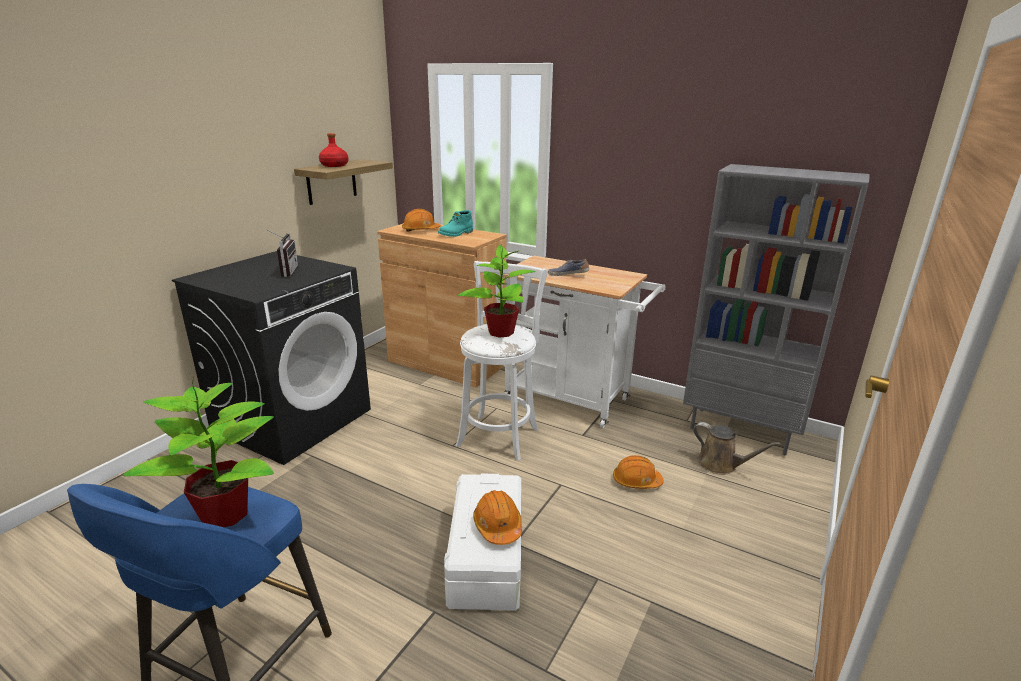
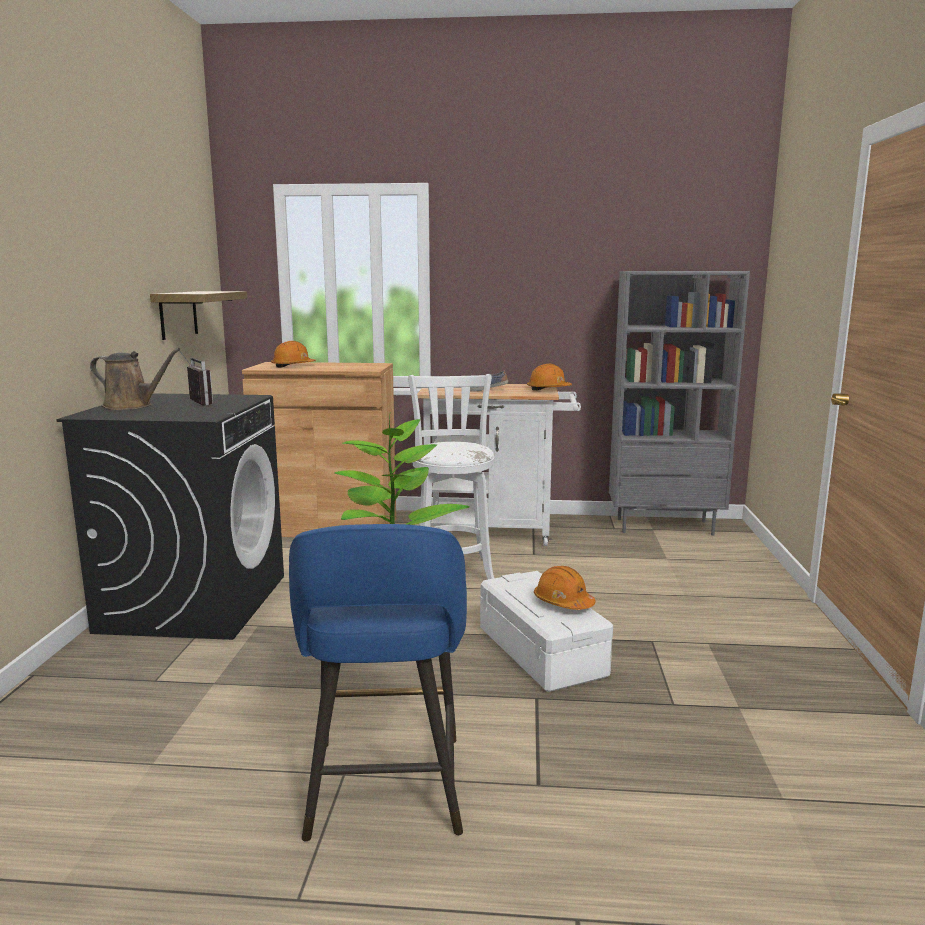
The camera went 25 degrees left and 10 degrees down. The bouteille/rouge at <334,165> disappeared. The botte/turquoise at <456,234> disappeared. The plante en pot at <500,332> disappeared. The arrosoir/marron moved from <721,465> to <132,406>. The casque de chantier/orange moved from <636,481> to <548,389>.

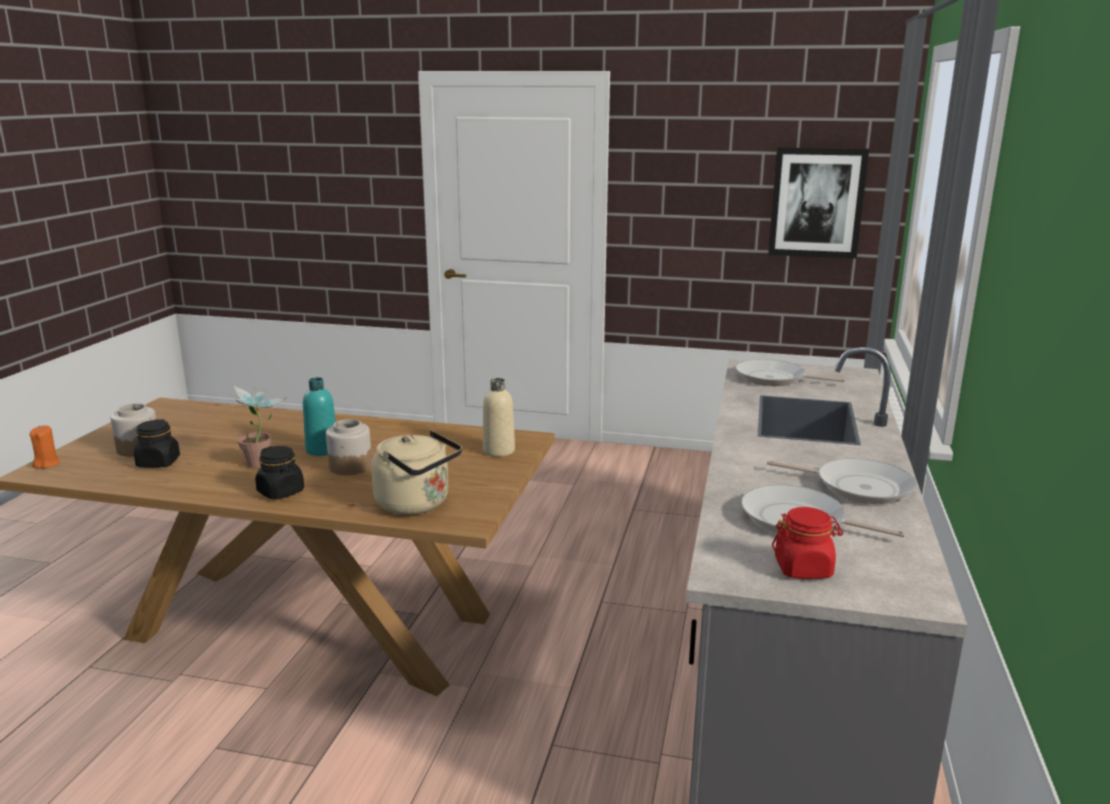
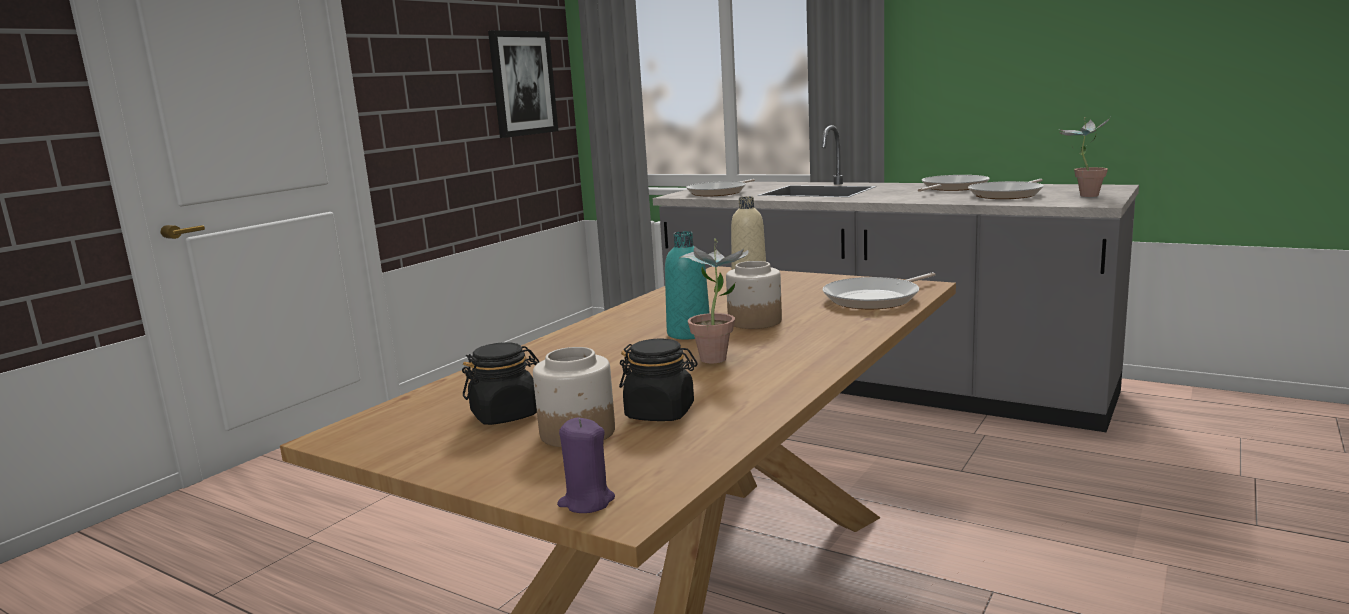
The camera went 70 degrees left and 5 degrees down. The bougie/orange at <47,464> became the bougie/violet at <586,502>. The bouilloire/beige at <417,504> was replaced by the poêle at <875,299>. The bocal/noir moved from <281,492> to <505,415>. The bocal/rouge at <803,568> was replaced by the plante en pot at <1081,195>.

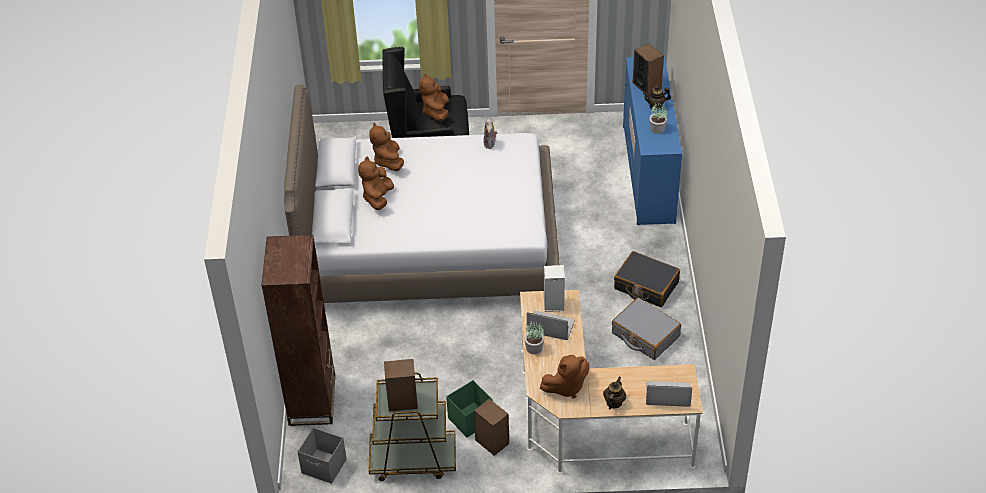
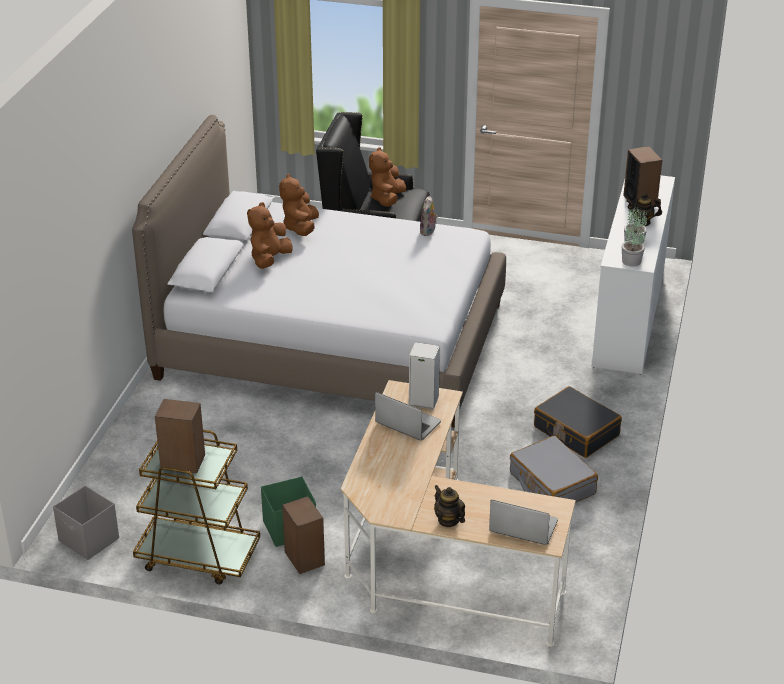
The camera went 15 degrees right and 10 degrees down. The commode/bleu at <648,174> became the commode/blanc at <628,318>. The bibliothèque/marron at <312,400> disappeared. The plante en pot moved from <534,348> to <631,261>. The peluche/marron at <566,387> disappeared. The théière at <614,403> turned 75 degrees counterclockwise.

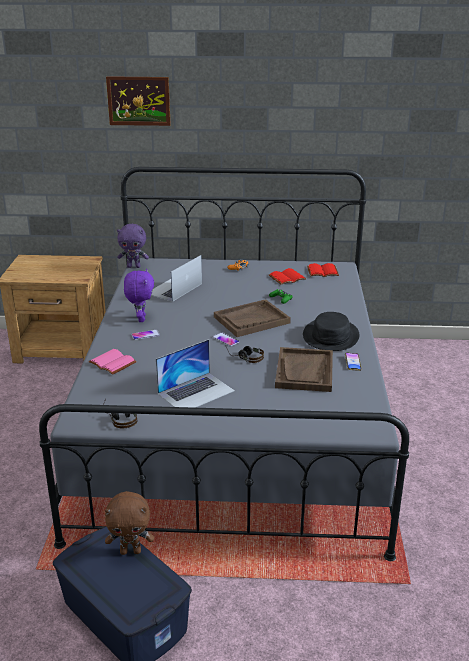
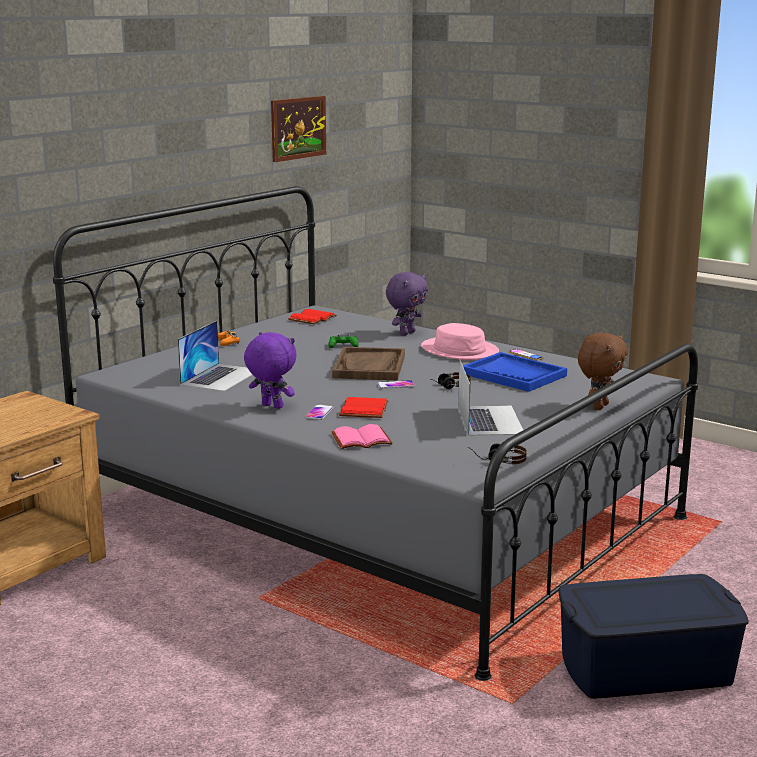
The camera went 55 degrees left and 10 degrees down. The tableau moved from <138,101> to <298,128>. The peluche/violet moved from <134,266> to <406,333>. The ordinateur portable at <174,288> turned 135 degrees counterclockwise. The livre/rouge moved from <287,277> to <362,409>. The chapeau/noir at <331,336> became the chapeau/rose at <460,350>. The plateau/marron at <304,371> became the plateau/bleu at <514,375>. The peluche/marron moved from <131,551> to <599,406>.

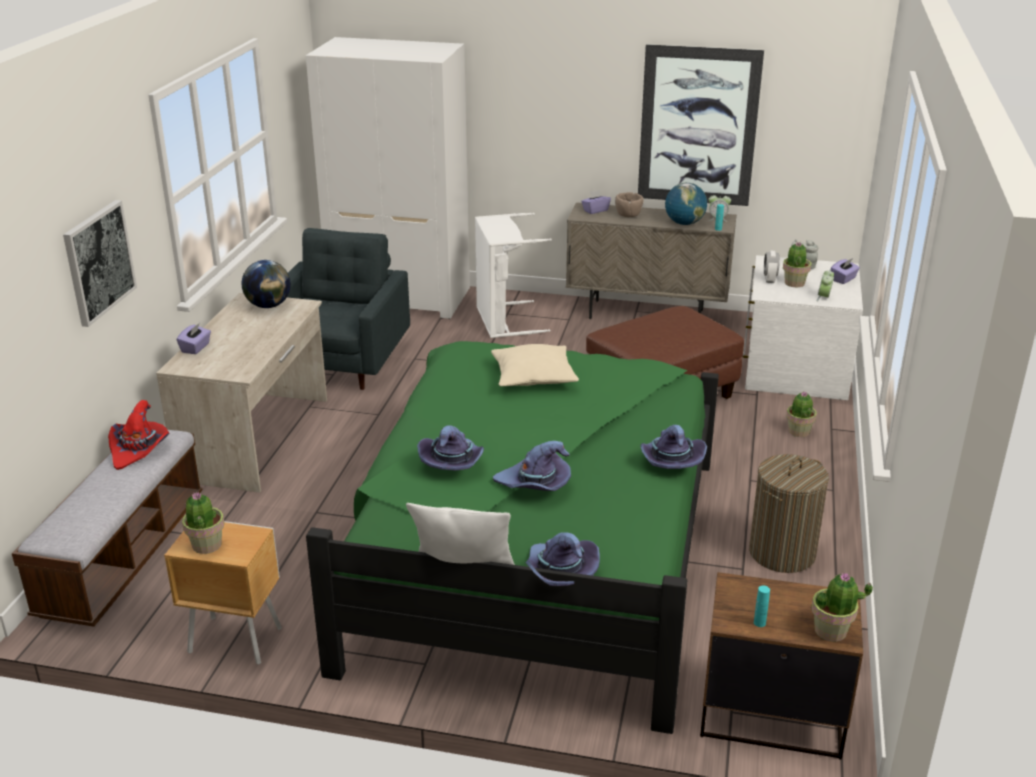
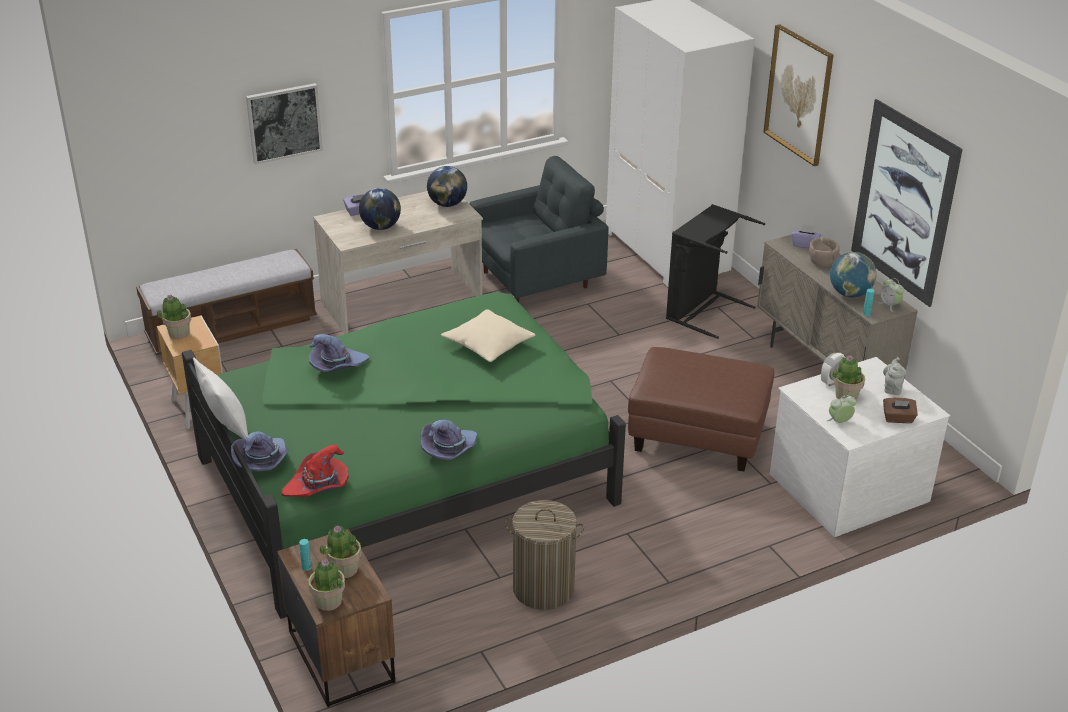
The camera went 50 degrees right and 5 degrees up. The panier à linge/blanc at <503,321> became the panier à linge/noir at <702,310>. The boîte à mouchoirs/violet at <843,279> became the boîte à mouchoirs/marron at <898,419>. The plante en pot moved from <798,432> to <344,569>. The chapeau/rouge moved from <139,449> to <318,486>. The chapeau/violet at <535,484> disappeared. The tableau at <799,94> appeared. The globe at <381,227> appeared.

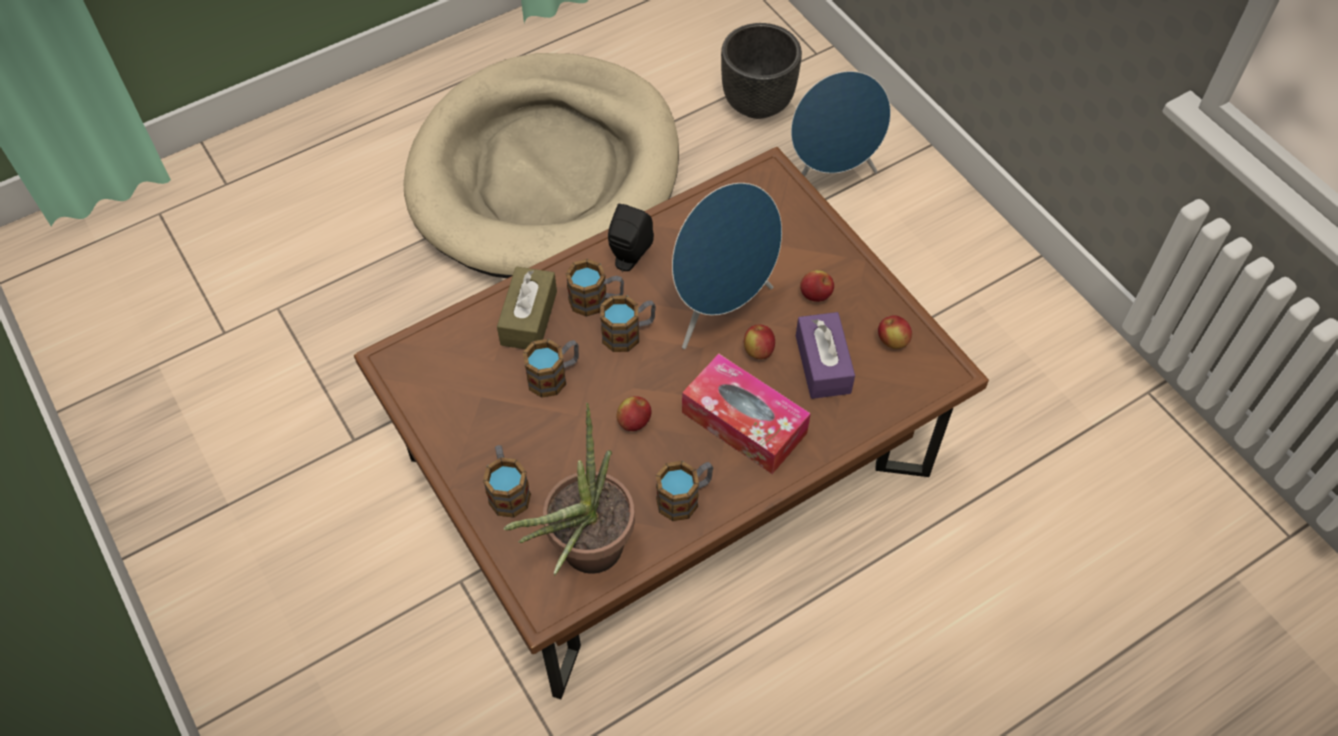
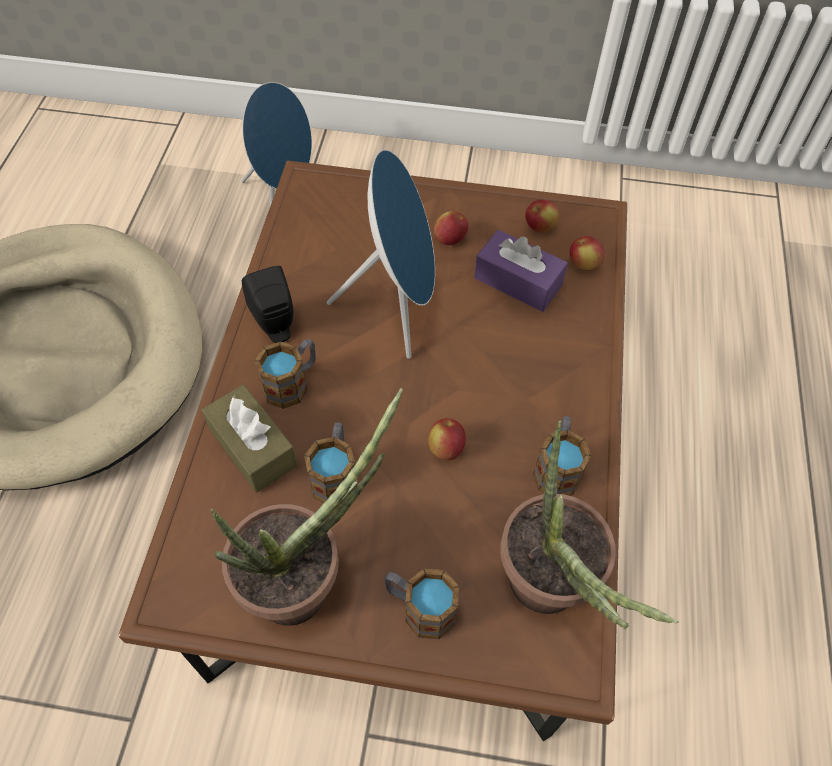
The camera went 50 degrees left and 0 degrees up. The cache-pot/noir at <758,102> disappeared. The mug at <629,333> disappeared. The pomme moved from <758,351> to <583,265>. The boîte à mouchoirs at <744,423> disappeared. The plante en pot at <307,581> appeared.

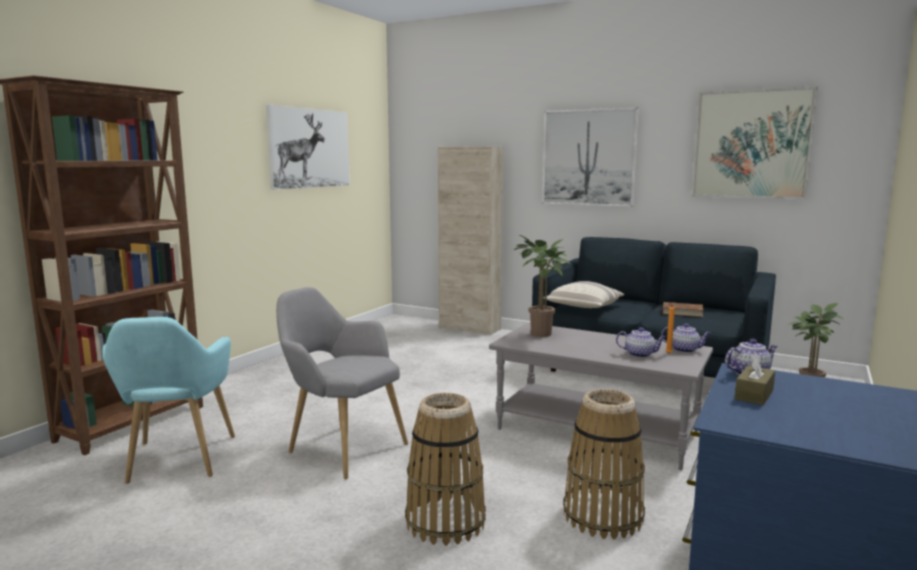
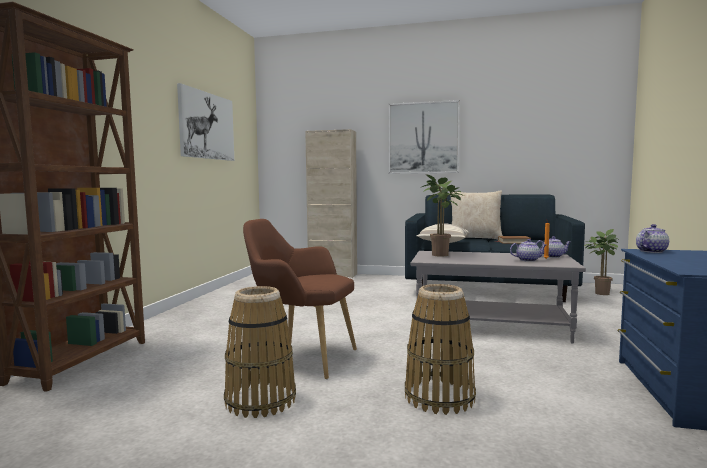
The camera went 15 degrees left and 5 degrees down. The tableau at <751,144> disappeared. The fauteuil/gris at <341,447> became the fauteuil/marron at <301,358>. The fauteuil/turquoise at <177,463> disappeared. The boîte à mouchoirs/marron at <754,394> disappeared. The panier moved from <602,516> to <260,400>. The coussin/beige at <475,238> appeared.

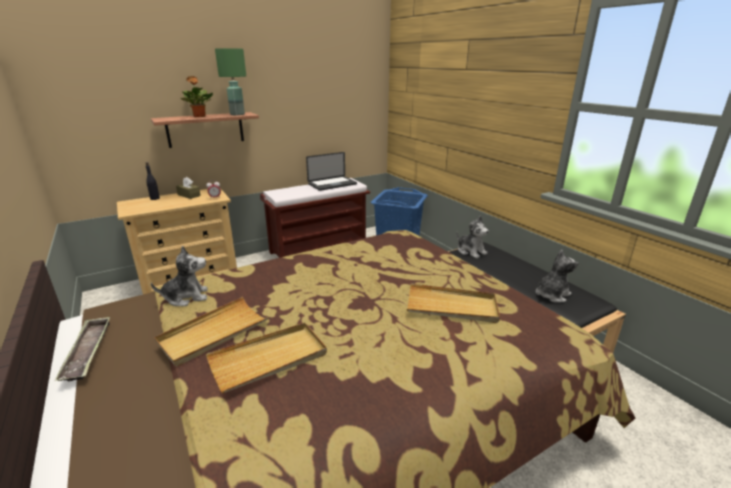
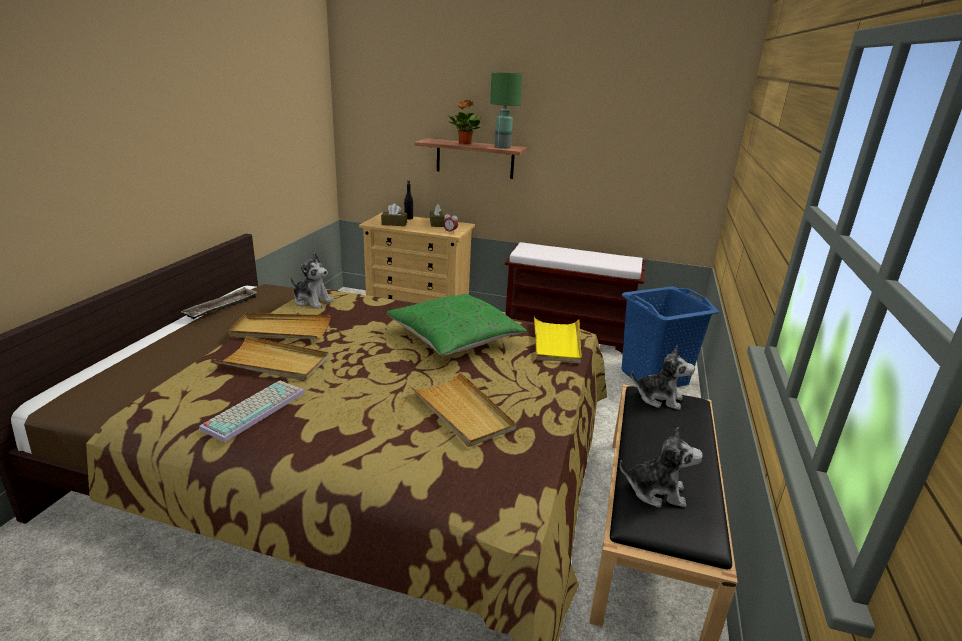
The camera went 45 degrees right and 0 degrees up. The ordinateur portable at <332,184> disappeared. The peluche at <471,251> turned 75 degrees counterclockwise. The boîte à mouchoirs/marron at <394,224> appeared. The coussin/vert at <454,338> appeared. The plateau/jaune at <556,342> appeared. The clavier at <254,409> appeared.

